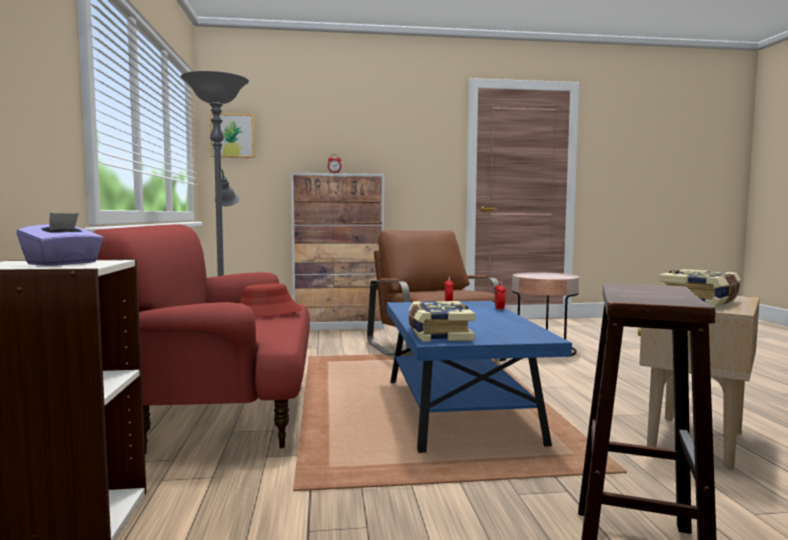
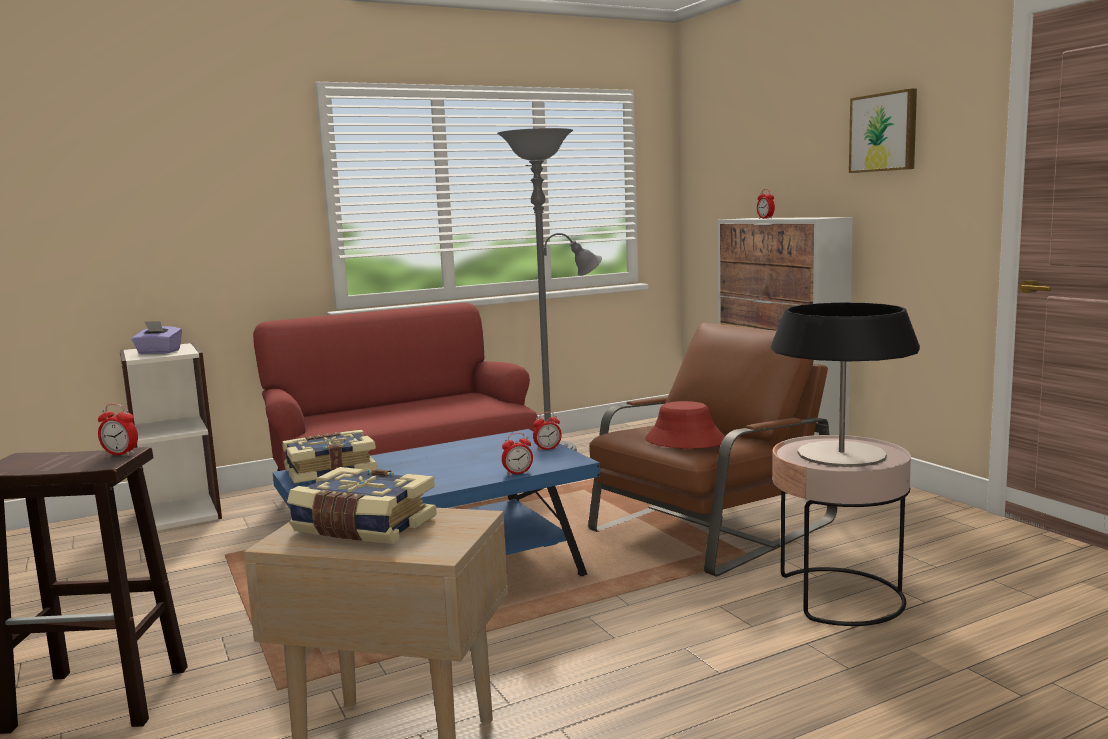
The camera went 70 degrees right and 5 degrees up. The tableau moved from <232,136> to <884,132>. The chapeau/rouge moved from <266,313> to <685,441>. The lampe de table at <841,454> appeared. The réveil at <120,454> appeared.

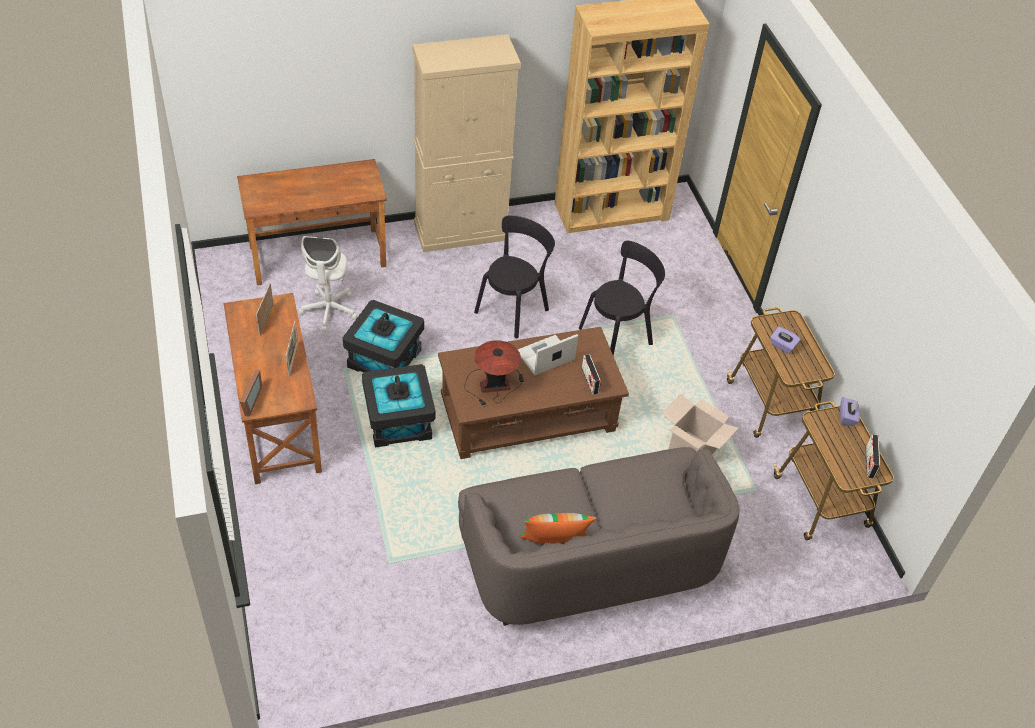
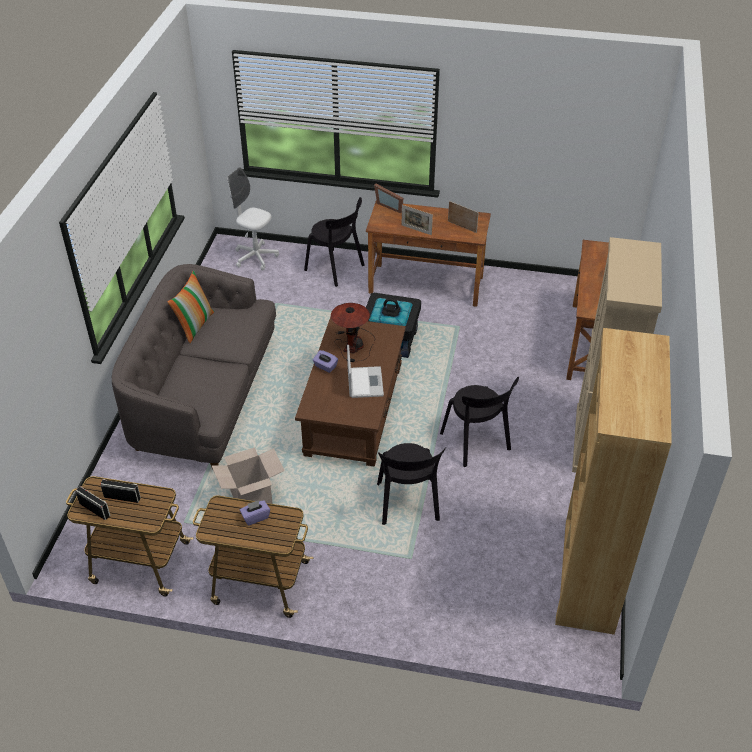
The camera went 120 degrees right and 5 degrees down. The chaise de bureau/blanc moved from <329,310> to <255,257>. The boîte de rangement/noir at <384,358> disappeared. The radio moved from <590,380> to <122,497>. The boîte à mouchoirs/violet moved from <847,417> to <325,366>. The chaise/noir at <336,269> appeared.

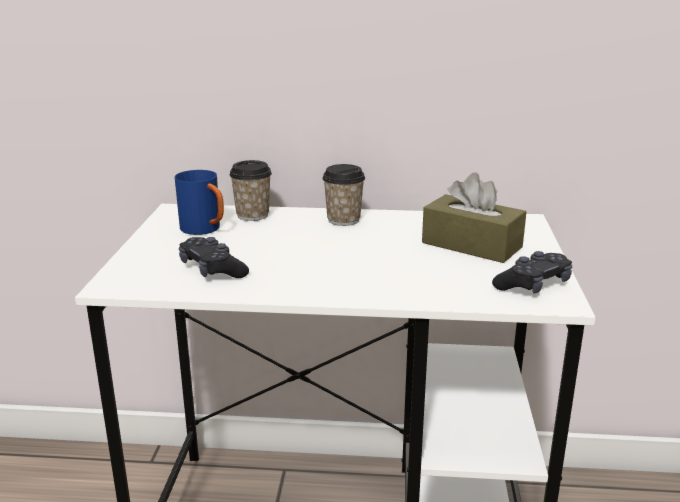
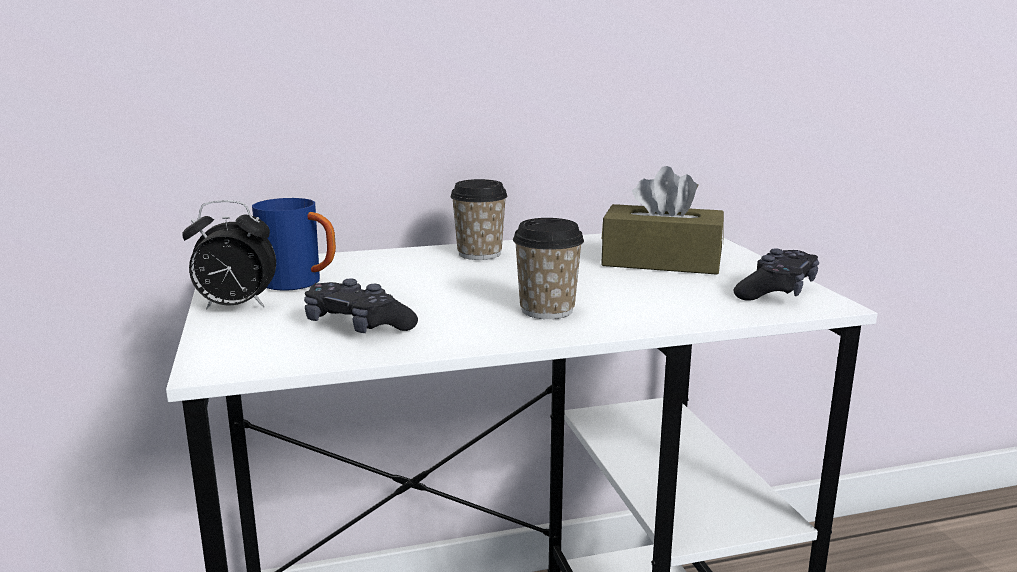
The camera went 20 degrees left and 5 degrees down. The tasse moved from <252,215> to <547,310>. The réveil at <235,307> appeared.

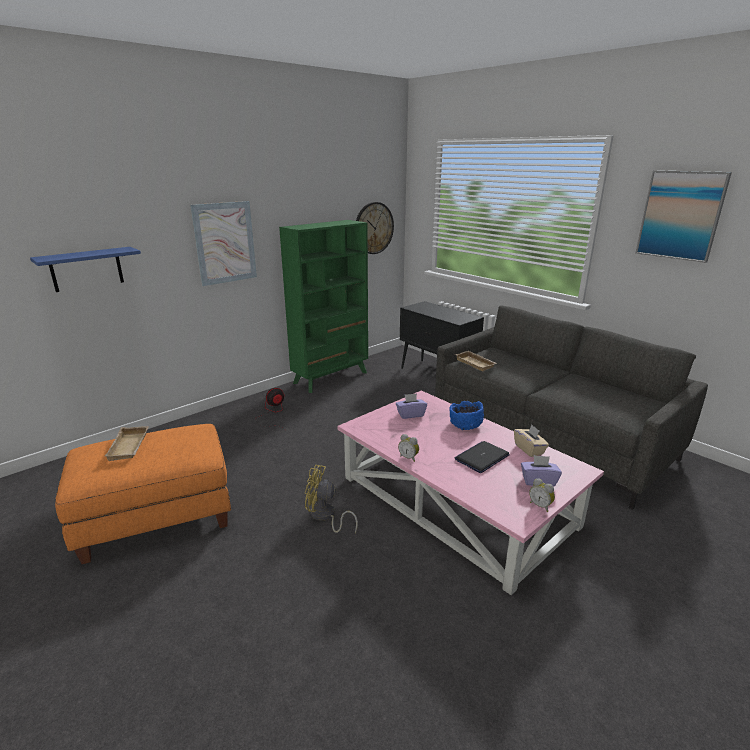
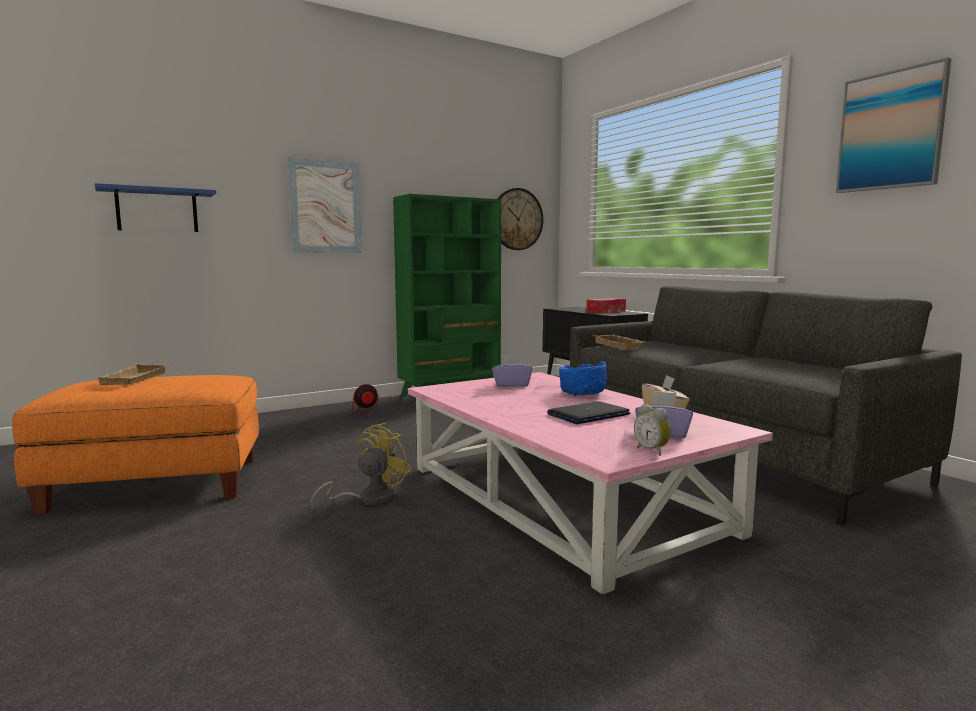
The camera went 10 degrees right and 15 degrees down. The réveil at <409,457> disappeared. The ventilateur/jaune at <325,516> turned 105 degrees clockwise. The boîte à mouchoirs at <606,311> appeared.

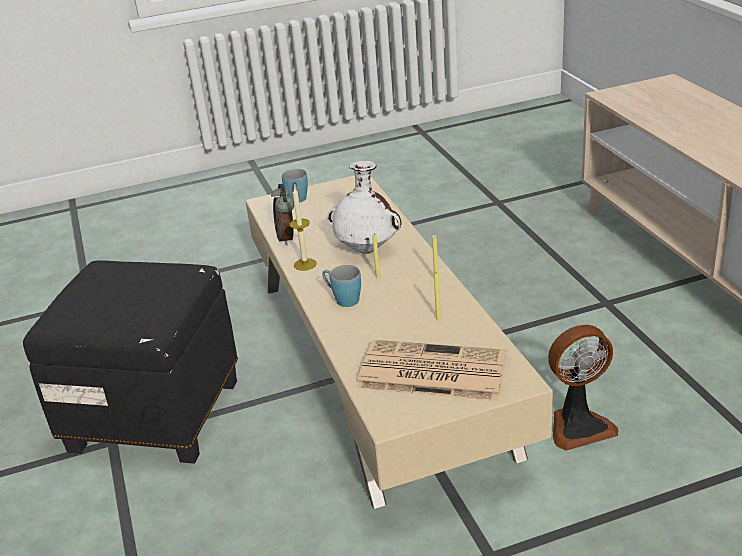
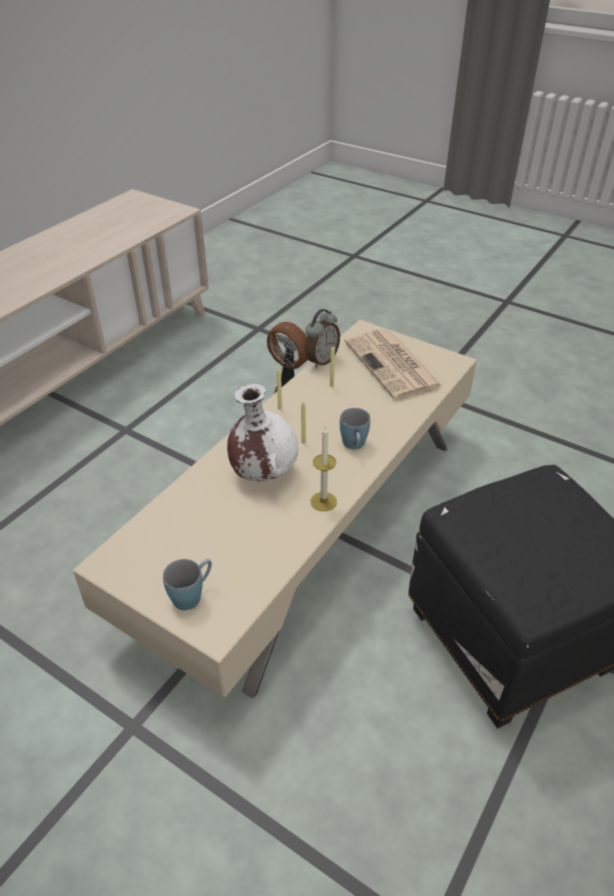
The camera went 130 degrees left and 10 degrees up. The réveil moved from <287,238> to <321,360>.

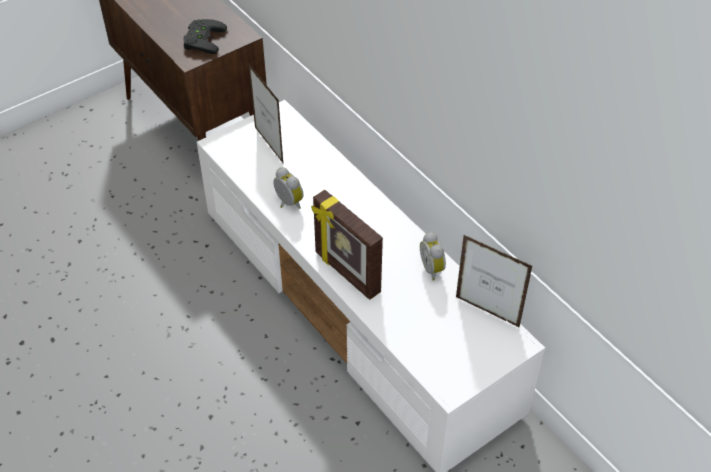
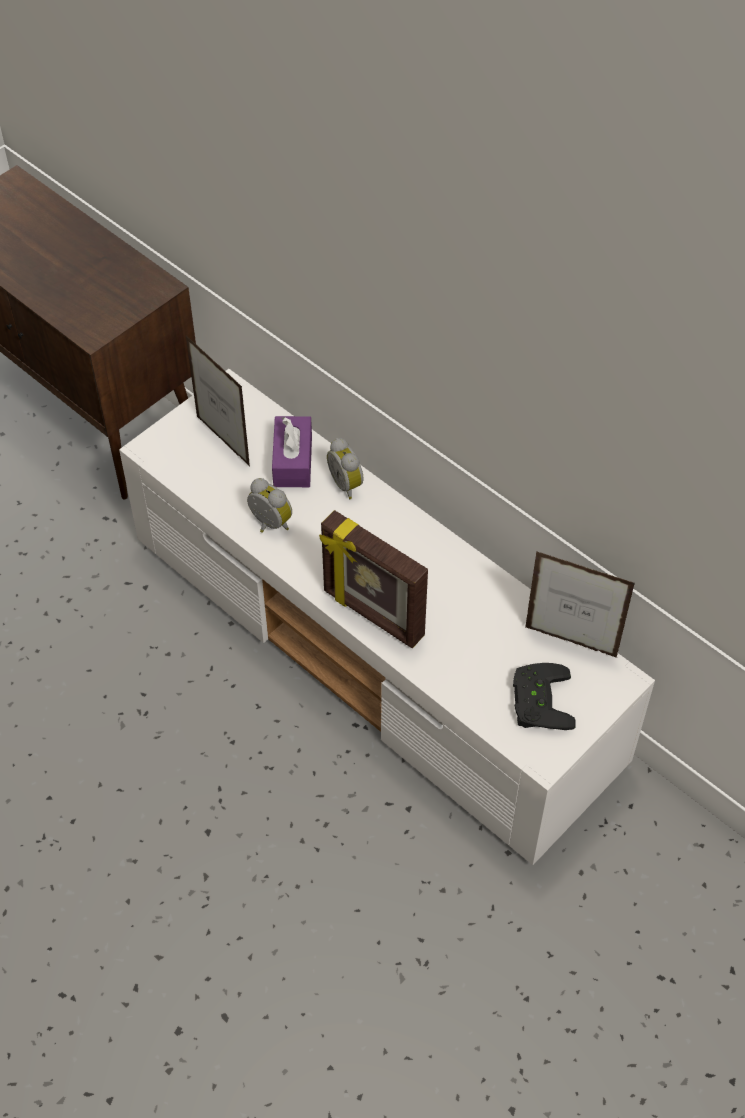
The camera went 10 degrees left and 5 degrees up. The manette/noir moved from <201,39> to <537,700>. The réveil moved from <433,268> to <348,484>. The boîte à mouchoirs/violet at <293,461> appeared.

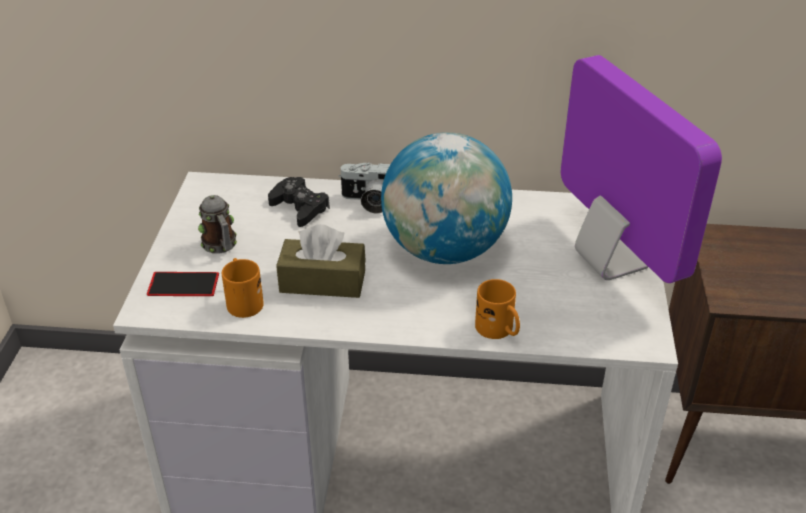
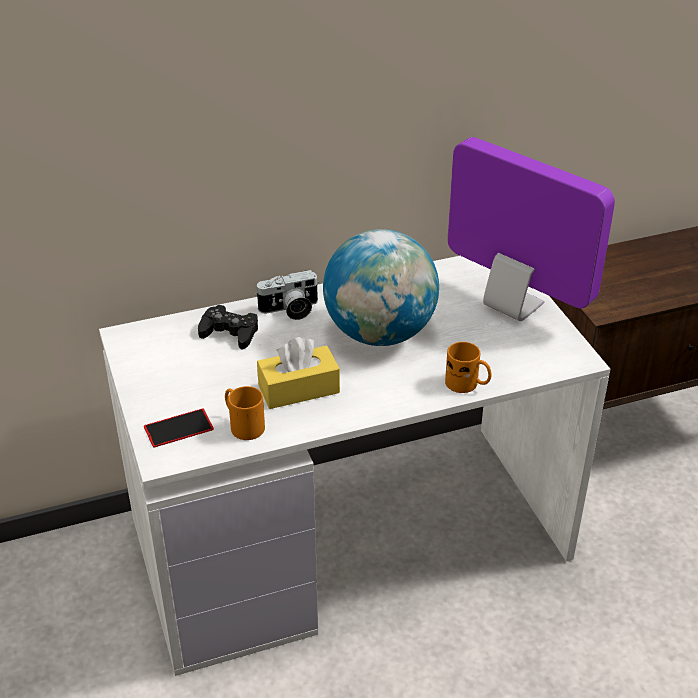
The camera went 25 degrees left and 0 degrees up. The mug at <221,246> disappeared. The boîte à mouchoirs/marron at <322,281> became the boîte à mouchoirs/jaune at <299,389>.

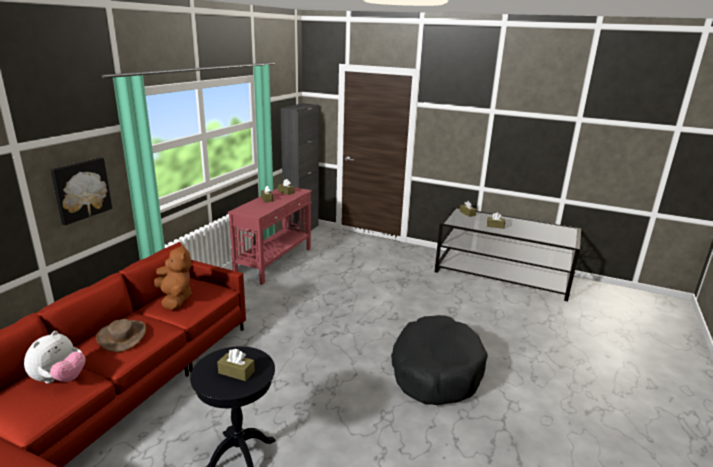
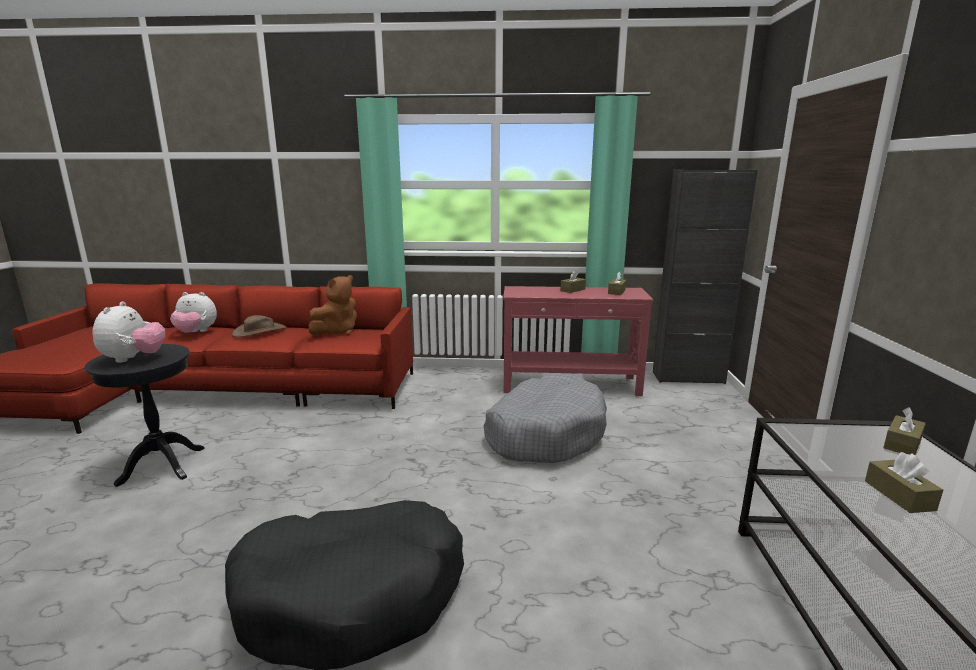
The camera went 70 degrees right and 5 degrees down. The tableau at <81,189> disappeared. The boîte à mouchoirs/marron at <236,372> was replaced by the peluche at <134,359>. The panier pour chien/gris at <545,433> appeared.

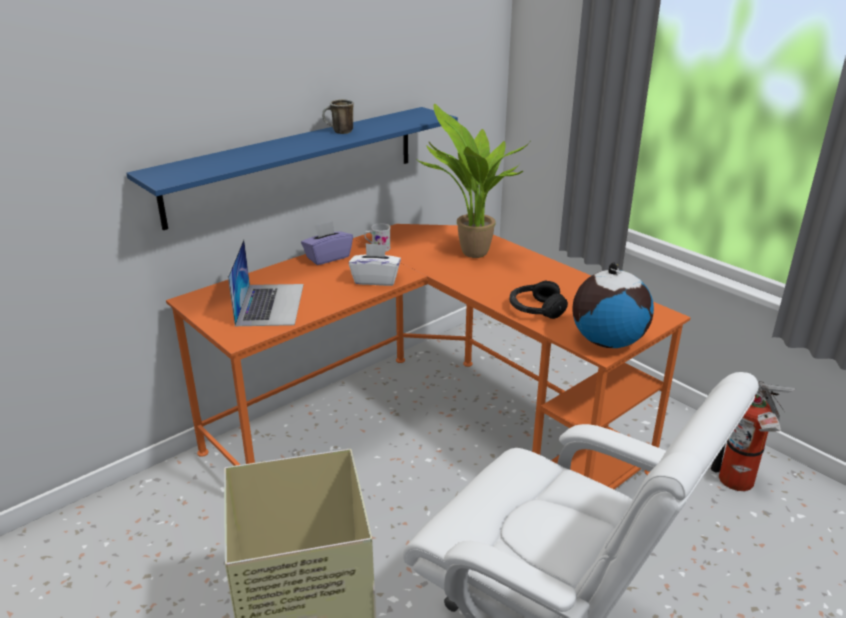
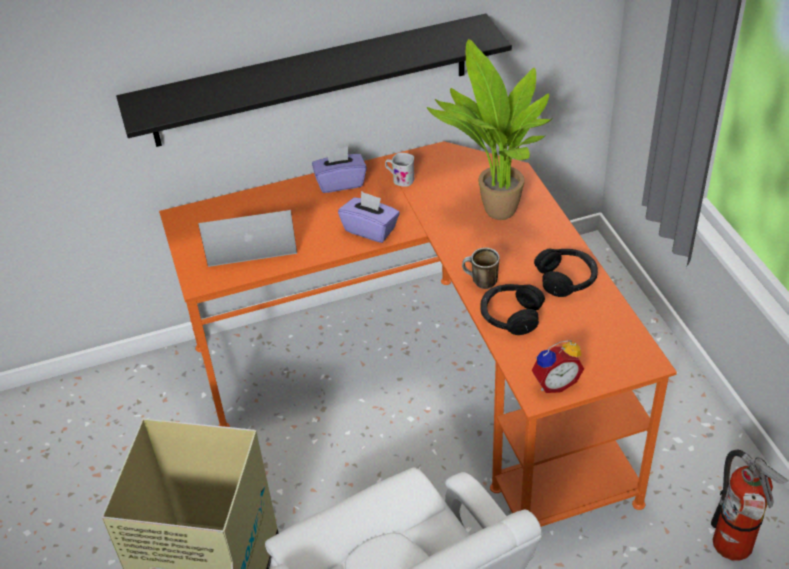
The camera went 25 degrees right and 15 degrees up. The mug moved from <339,132> to <480,282>. The étagère/bleu at <295,164> became the étagère/noir at <311,81>. The ordinateur portable at <270,304> turned 120 degrees counterclockwise. The boîte à mouchoirs/blanc at <376,280> became the boîte à mouchoirs/violet at <370,229>. The globe at <607,341> was replaced by the réveil at <554,382>. The casque audio/noir at <566,279> appeared.

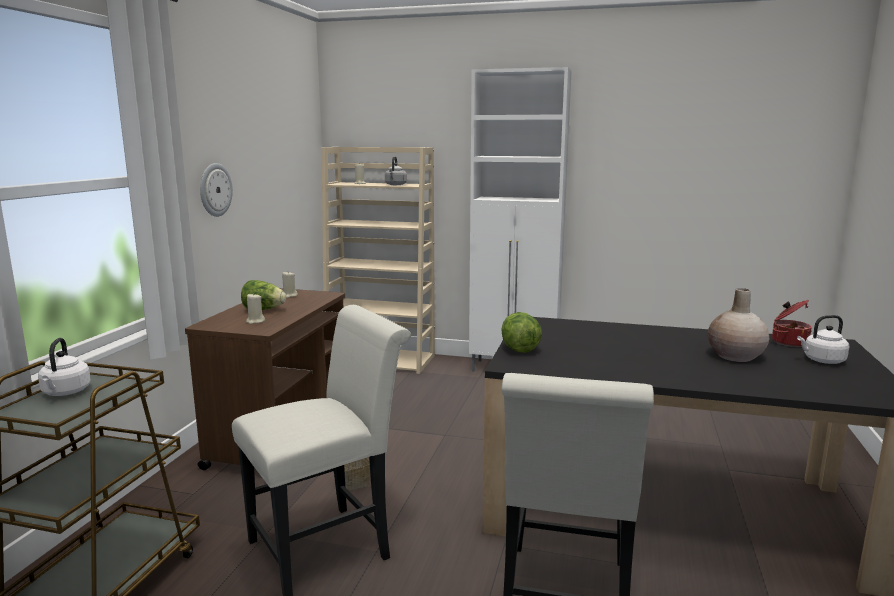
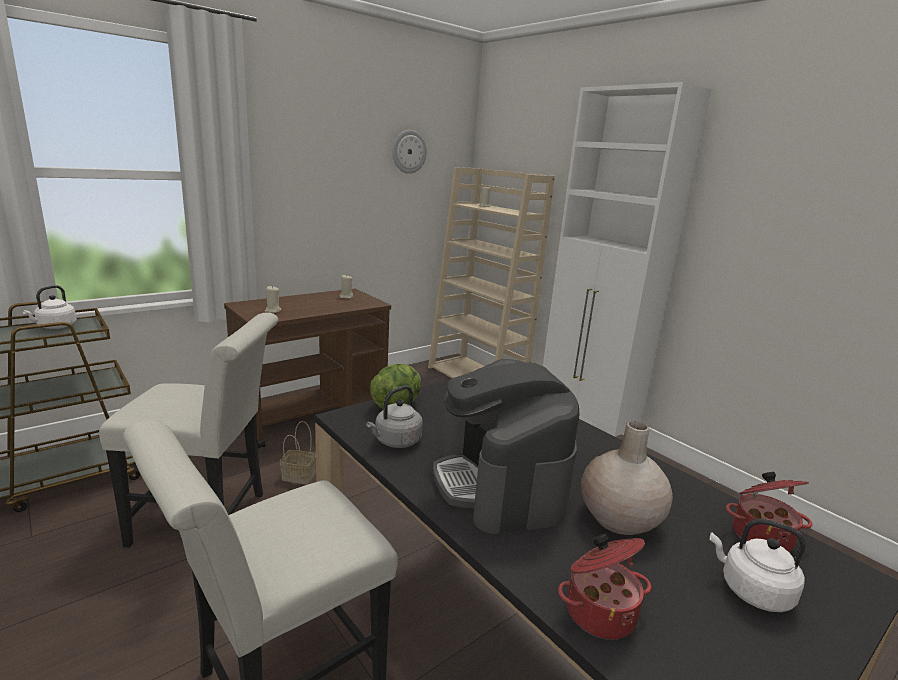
The camera went 35 degrees right and 5 degrees up. The bouilloire/gris moved from <395,185> to <396,441>. The horloge murale moved from <215,190> to <408,151>. The laitue at <263,310> disappeared. The machine à café at <499,482> appeared. The marmite at <599,611> appeared.

